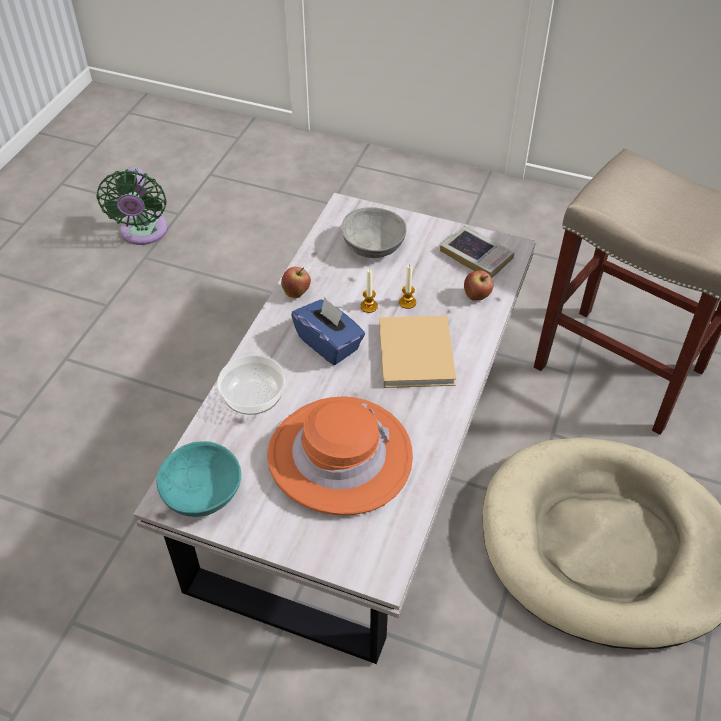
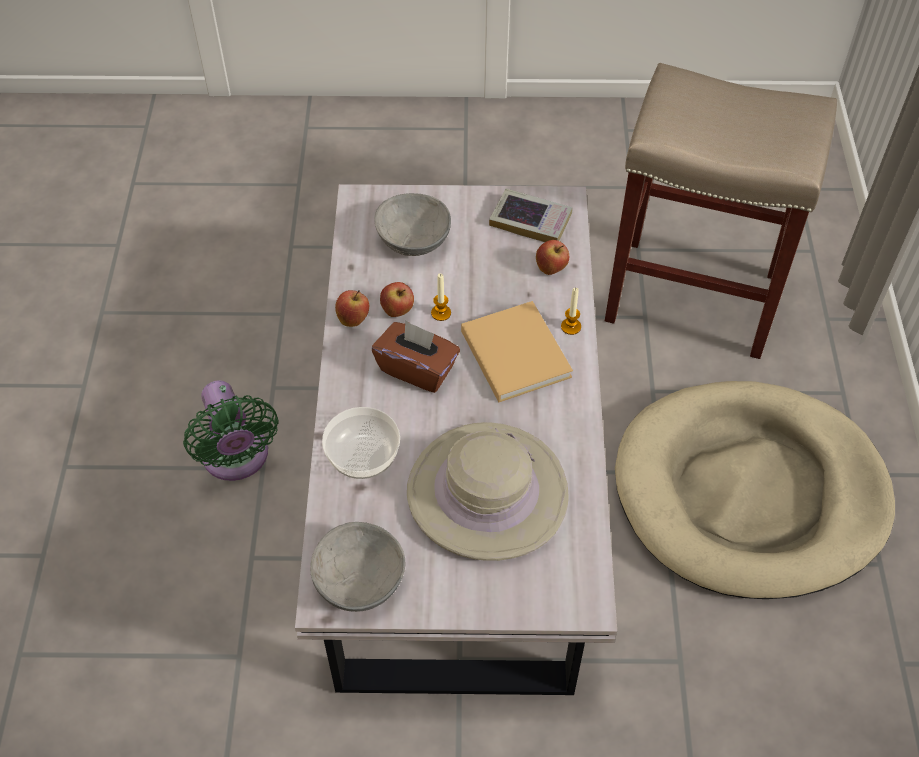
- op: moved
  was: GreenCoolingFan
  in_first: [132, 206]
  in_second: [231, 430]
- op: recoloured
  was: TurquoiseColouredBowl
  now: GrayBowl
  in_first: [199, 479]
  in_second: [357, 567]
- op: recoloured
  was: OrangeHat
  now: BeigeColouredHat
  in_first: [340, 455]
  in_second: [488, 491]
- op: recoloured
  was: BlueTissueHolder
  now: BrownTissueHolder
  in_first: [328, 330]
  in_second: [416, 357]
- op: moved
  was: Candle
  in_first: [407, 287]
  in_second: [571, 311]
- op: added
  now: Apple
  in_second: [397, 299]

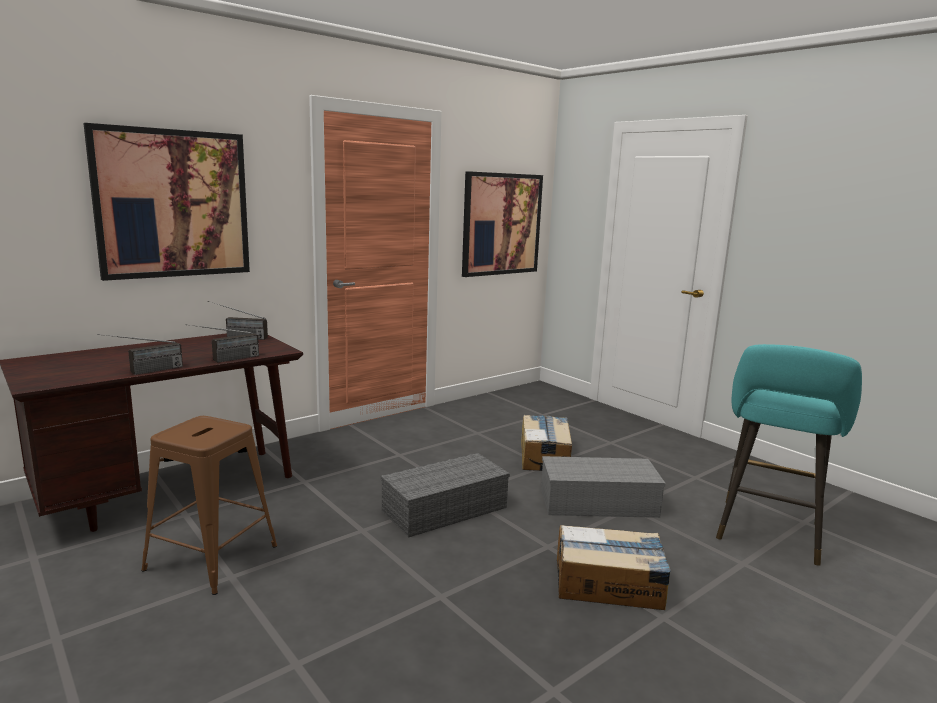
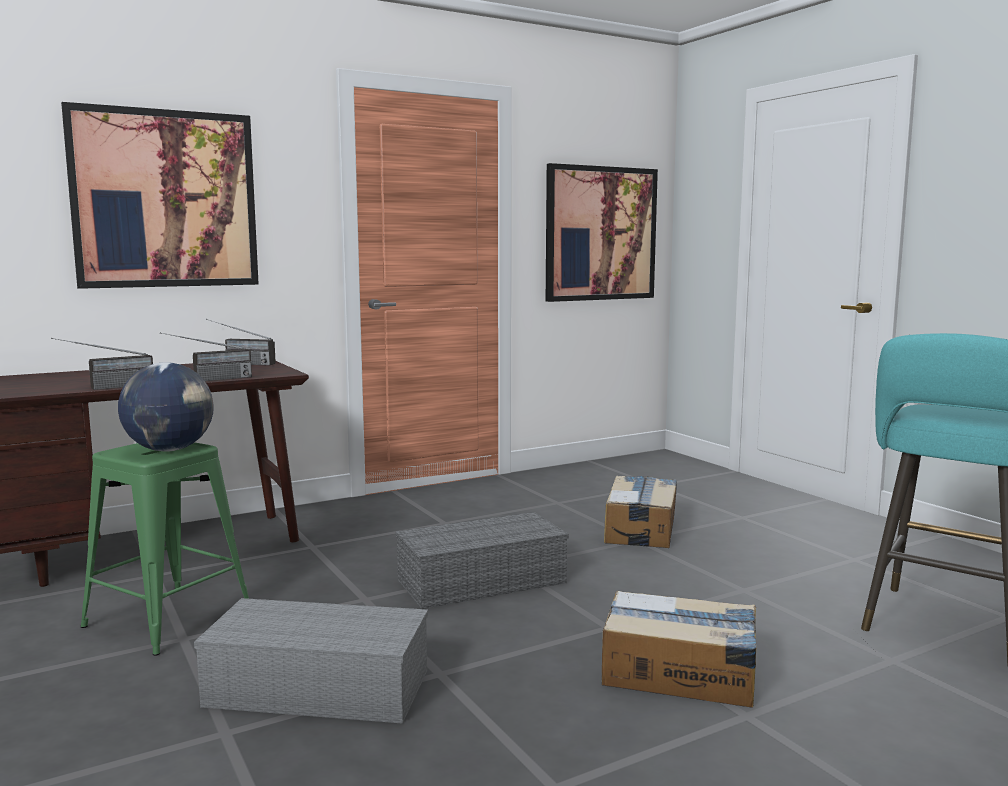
- op: recoloured
  was: BrownSittingStool
  now: GreenSittingStool
  in_first: [209, 505]
  in_second: [164, 549]
- op: moved
  was: GrayStorageContainer
  in_first: [603, 487]
  in_second: [311, 661]
- op: added
  now: Globe
  in_second: [166, 407]

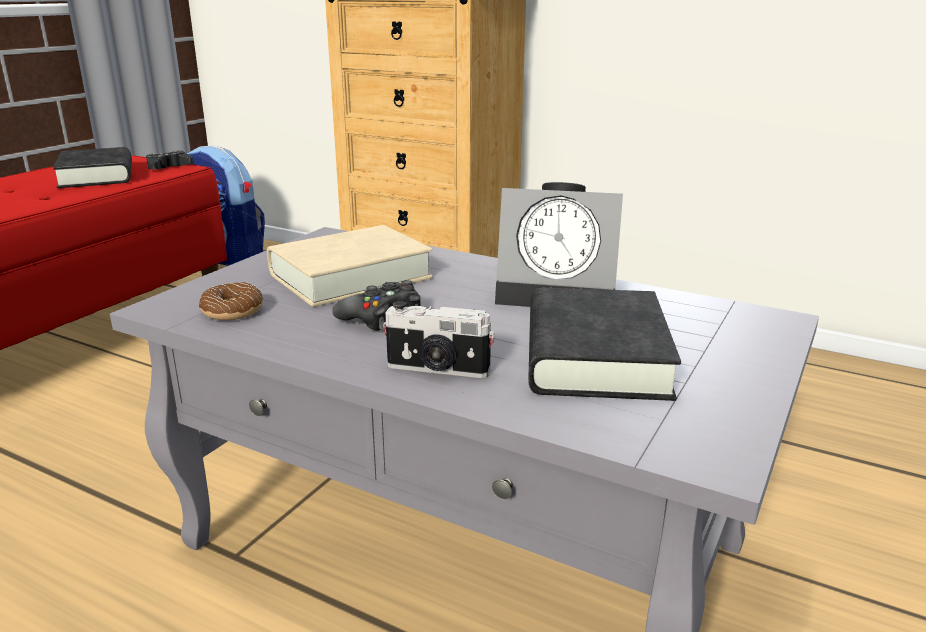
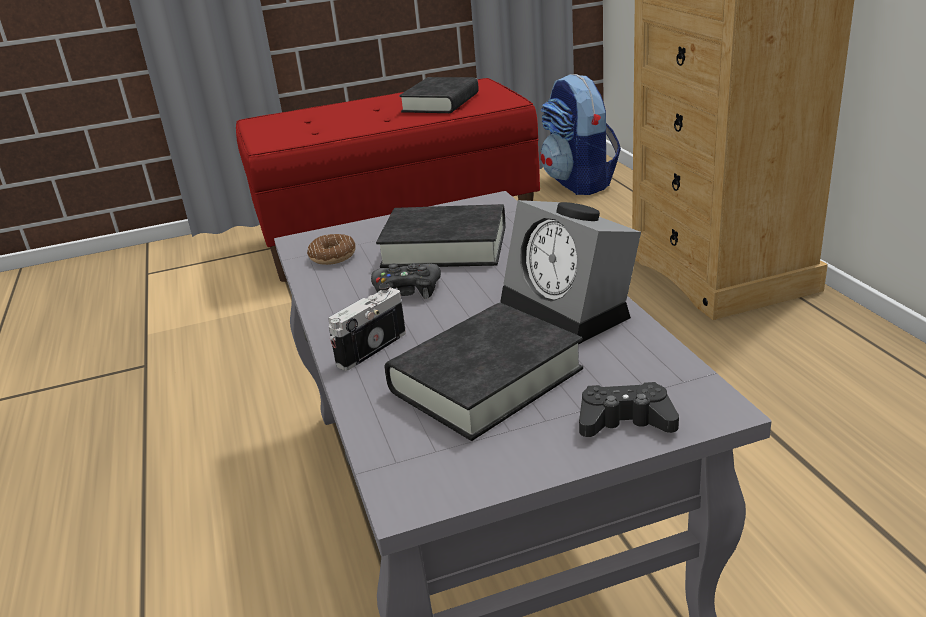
- op: moved
  was: BlackishJoypad
  in_first: [170, 160]
  in_second: [629, 409]
- op: recoloured
  was: BeigeColouredBook
  now: BlackishBook
  in_first: [350, 266]
  in_second: [440, 236]
- op: turned
  was: StillCamera
  in_first: [439, 339]
  in_second: [367, 327]
  clockwise: 75

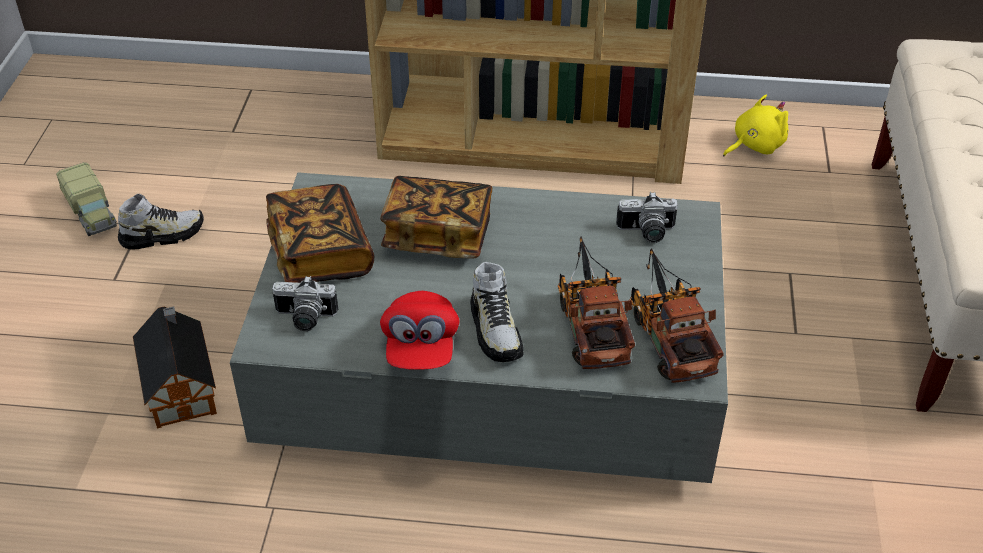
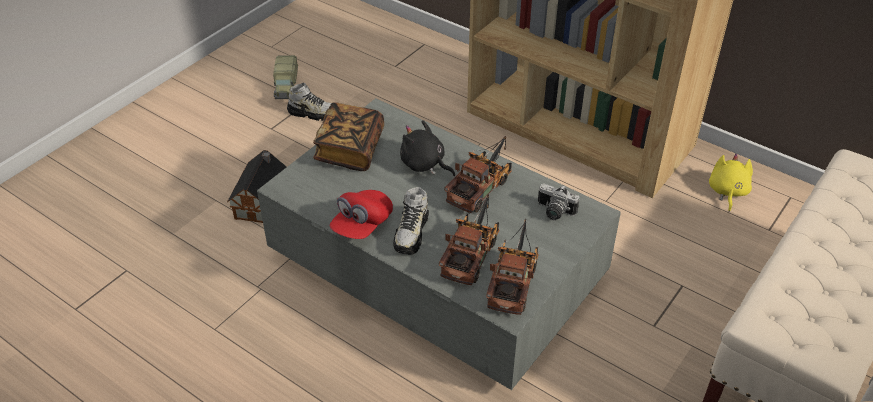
- op: removed
  was: StillCamera
  in_first: [305, 303]
- op: replaced
  was: Book
  now: BlackishSoftToy
  in_first: [436, 217]
  in_second: [427, 148]
- op: turned
  was: YellowSoftToy
  in_first: [755, 125]
  in_second: [731, 182]
  clockwise: -75
- op: added
  now: ToyLorry
  in_second: [478, 174]

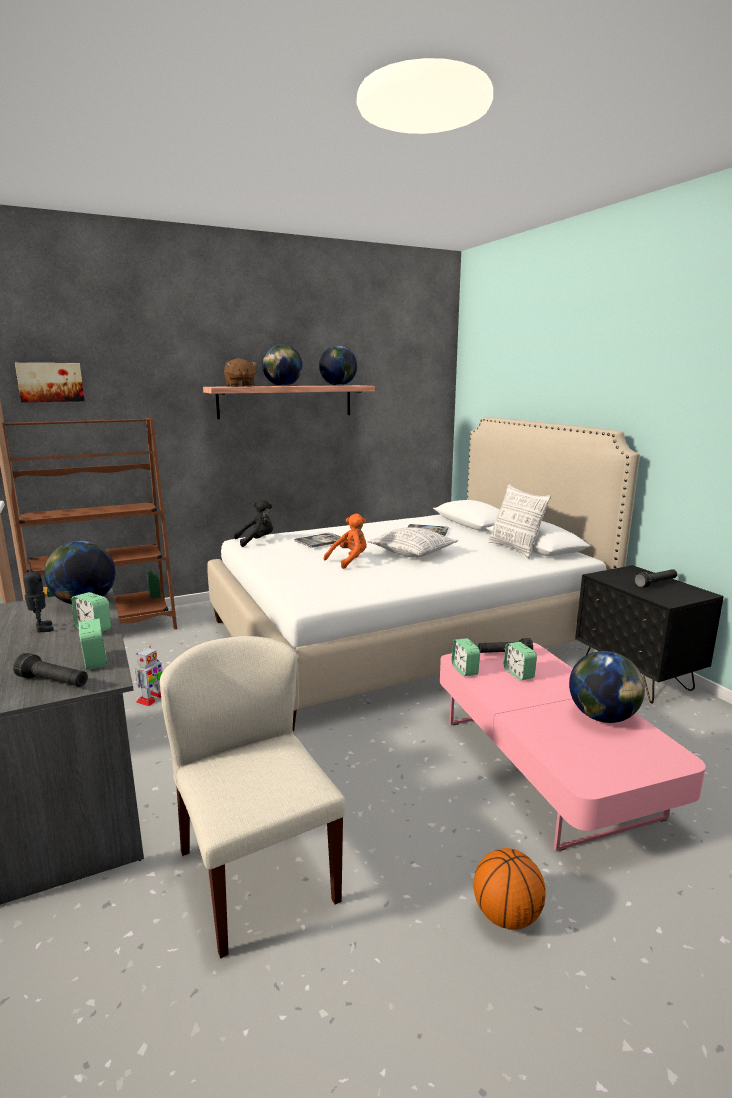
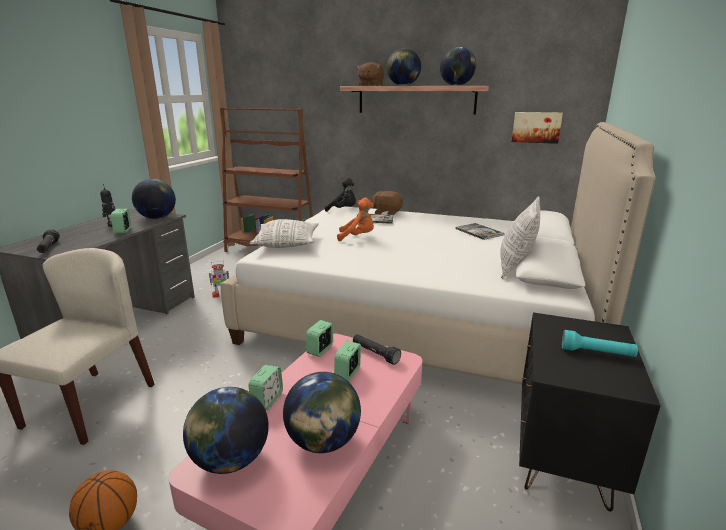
- op: moved
  was: WallPicture
  in_first: [50, 382]
  in_second: [537, 128]
- op: moved
  was: AlarmClock
  in_first: [93, 644]
  in_second: [265, 387]
- op: moved
  was: ThrowPillow
  in_first: [412, 542]
  in_second: [284, 233]
- op: recoloured
  was: BlackishFlashlight
  now: TurquoiseColouredFlashlight
  in_first: [655, 578]
  in_second: [600, 343]
- op: added
  now: Globe
  in_second: [226, 430]
- op: added
  now: BrownSoftToy
  in_second: [387, 203]

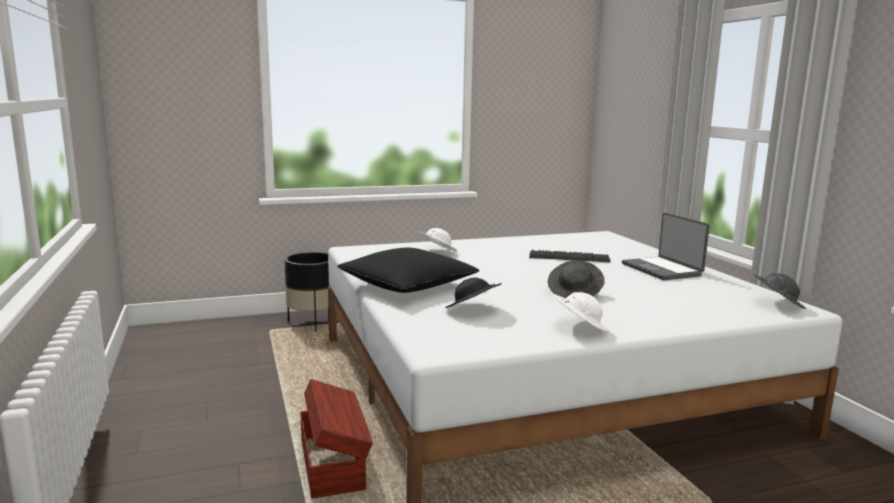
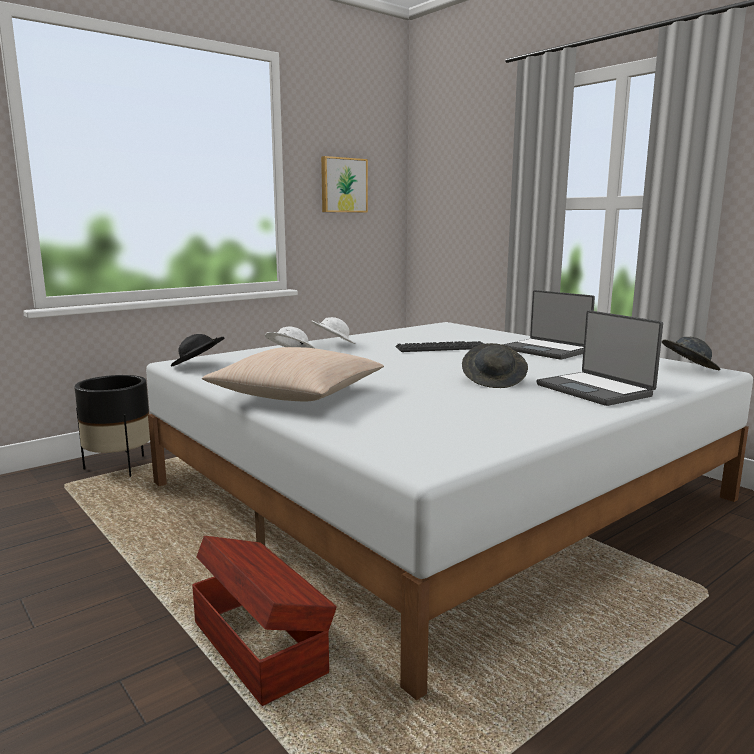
- op: recoloured
  was: BlackishThrowPillow
  now: BeigeColouredThrowPillow
  in_first: [408, 270]
  in_second: [293, 374]
- op: moved
  was: BlackishHat
  in_first: [473, 292]
  in_second: [197, 350]
- op: moved
  was: WhiteColouredHat
  in_first: [582, 312]
  in_second: [333, 330]
- op: added
  now: WallPicture
  in_second: [344, 184]
- op: added
  now: NotebookComputer
  in_second: [600, 358]

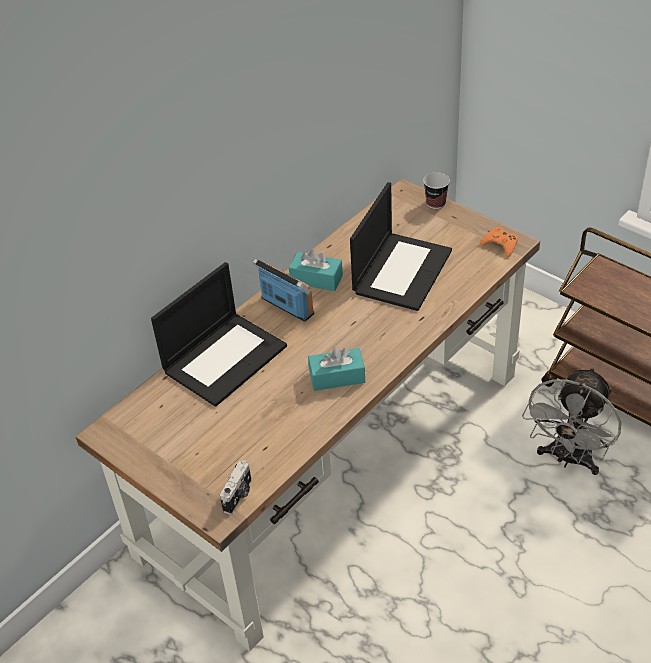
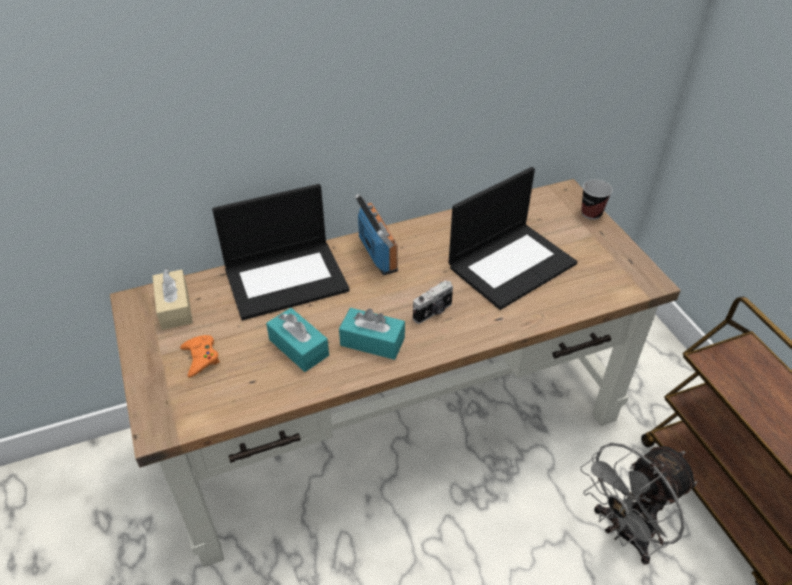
- op: moved
  was: StillCamera
  in_first: [236, 487]
  in_second: [433, 302]
- op: moved
  was: TurquoiseColouredTissueHolder
  in_first: [316, 270]
  in_second: [297, 340]
- op: moved
  was: OrangeJoypad
  in_first: [499, 242]
  in_second: [200, 356]
- op: added
  now: BeigeColouredTissueHolder
  in_second: [172, 299]

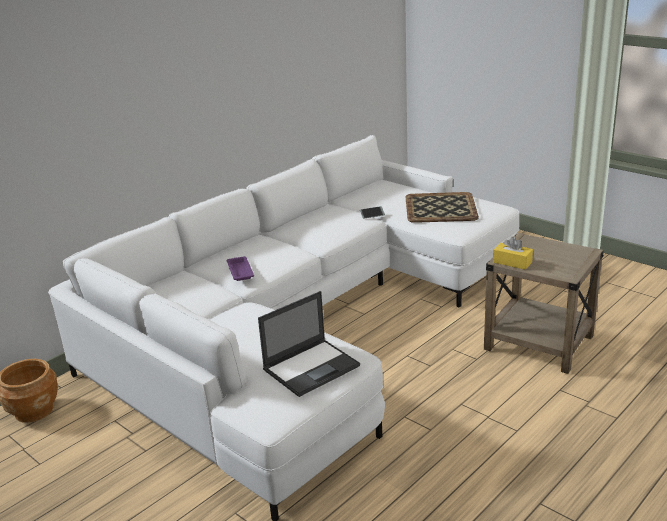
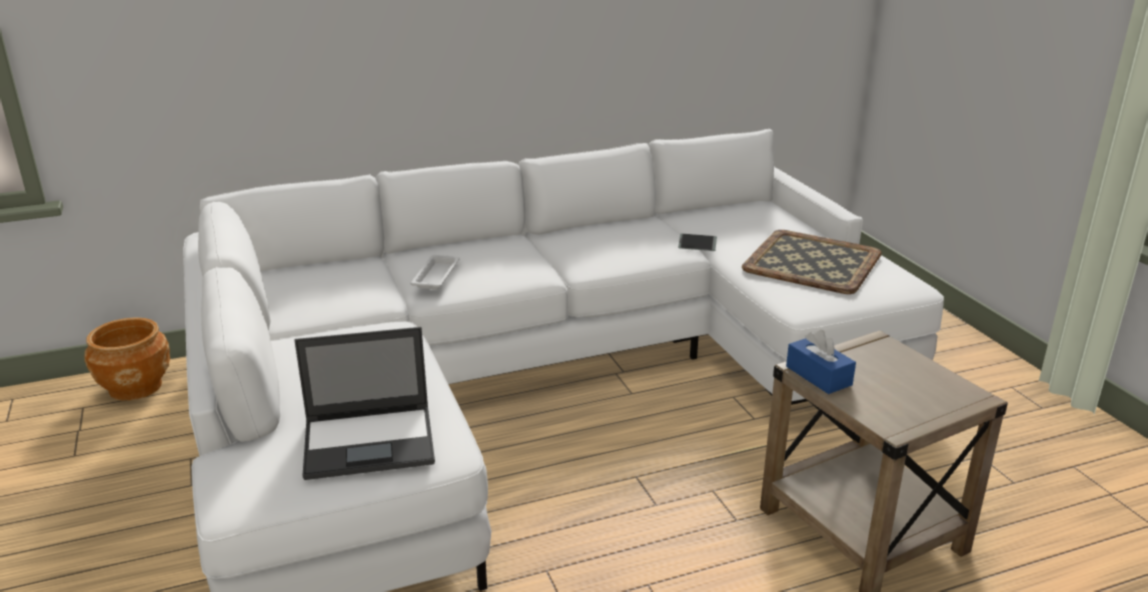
- op: recoloured
  was: PurpleTray
  now: WhiteColouredTray
  in_first: [240, 268]
  in_second: [435, 272]
- op: recoloured
  was: YellowTissueHolder
  now: BlueTissueHolder
  in_first: [513, 253]
  in_second: [821, 362]

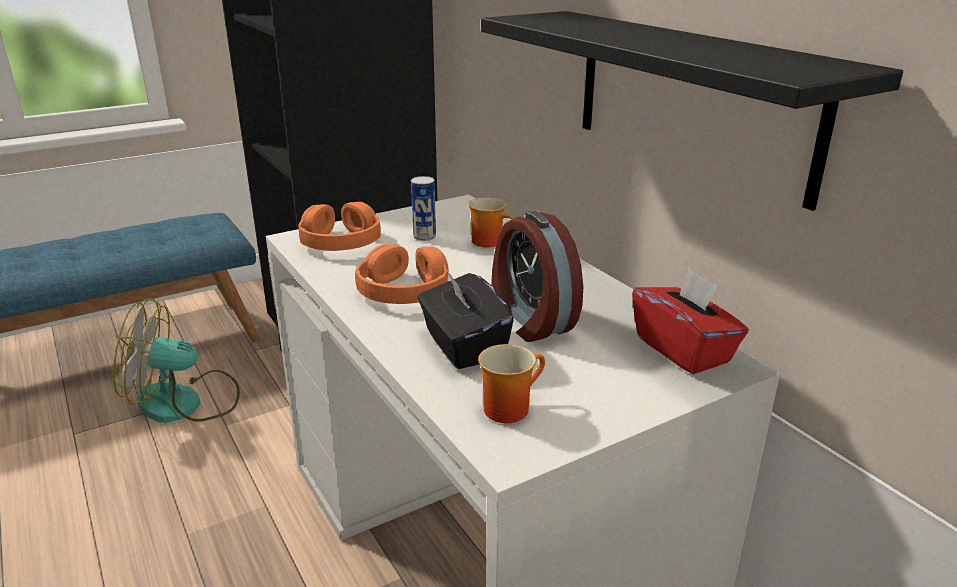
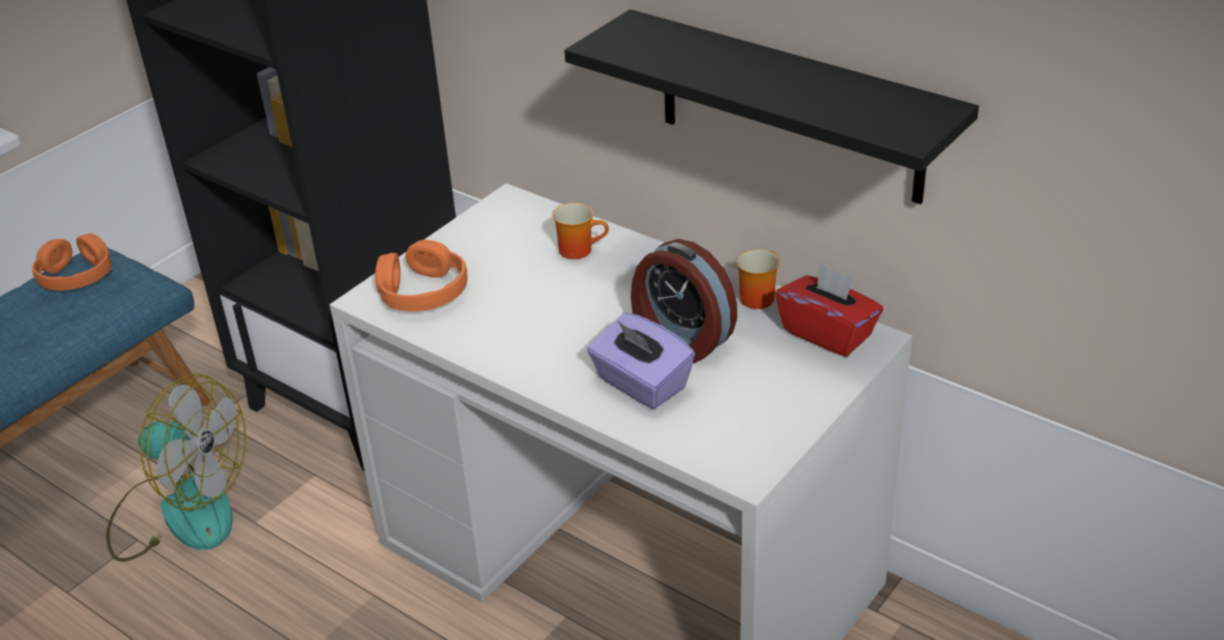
- op: turned
  was: CoolingFan
  in_first: [176, 360]
  in_second: [176, 468]
  clockwise: -135
- op: moved
  was: OrangeHeadset
  in_first: [402, 274]
  in_second: [72, 262]
- op: removed
  was: SealedCan
  in_first: [423, 208]
- op: recoloured
  was: BlackishTissueHolder
  now: PurpleTissueHolder
  in_first: [466, 319]
  in_second: [641, 361]
- op: moved
  was: TeaMug
  in_first: [511, 383]
  in_second: [758, 279]

